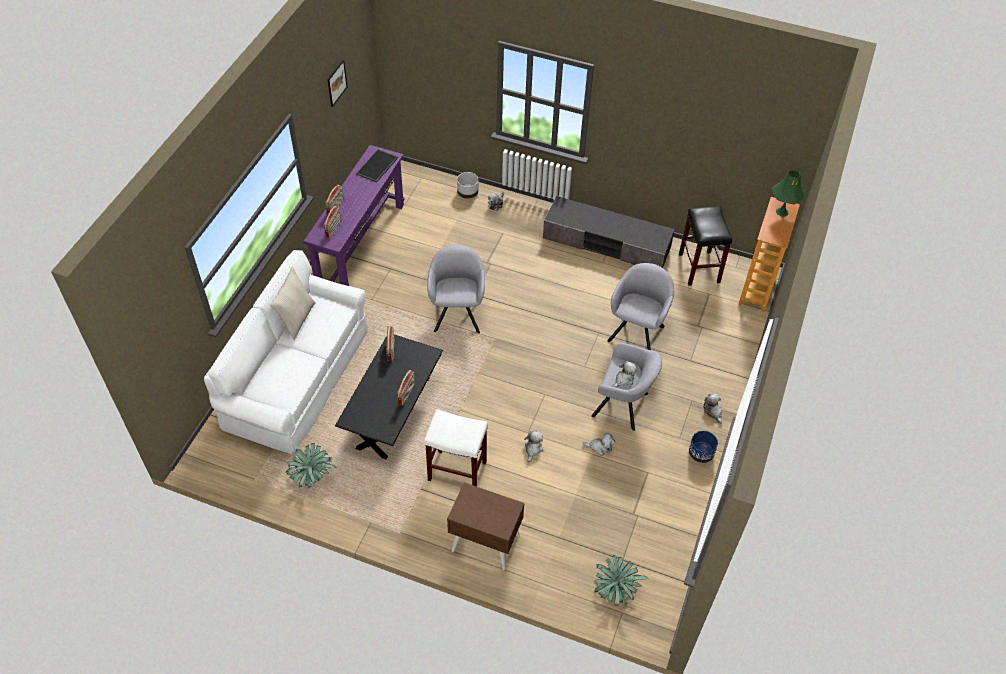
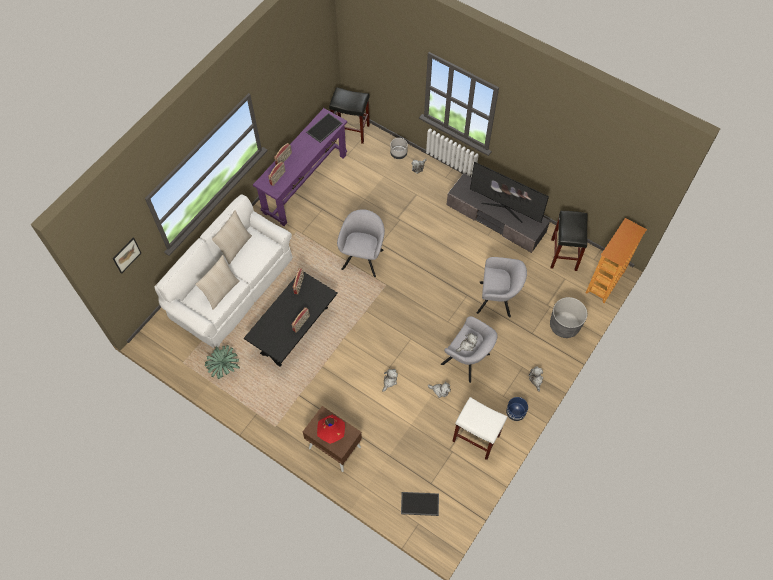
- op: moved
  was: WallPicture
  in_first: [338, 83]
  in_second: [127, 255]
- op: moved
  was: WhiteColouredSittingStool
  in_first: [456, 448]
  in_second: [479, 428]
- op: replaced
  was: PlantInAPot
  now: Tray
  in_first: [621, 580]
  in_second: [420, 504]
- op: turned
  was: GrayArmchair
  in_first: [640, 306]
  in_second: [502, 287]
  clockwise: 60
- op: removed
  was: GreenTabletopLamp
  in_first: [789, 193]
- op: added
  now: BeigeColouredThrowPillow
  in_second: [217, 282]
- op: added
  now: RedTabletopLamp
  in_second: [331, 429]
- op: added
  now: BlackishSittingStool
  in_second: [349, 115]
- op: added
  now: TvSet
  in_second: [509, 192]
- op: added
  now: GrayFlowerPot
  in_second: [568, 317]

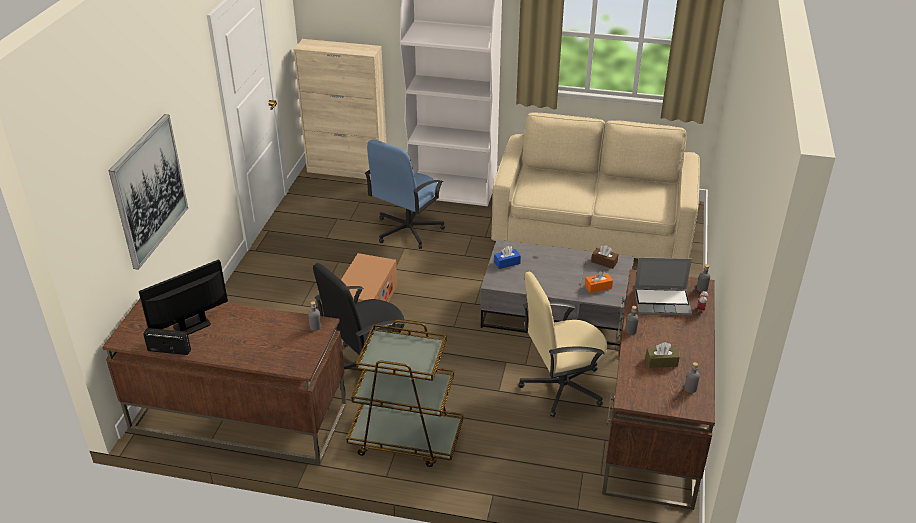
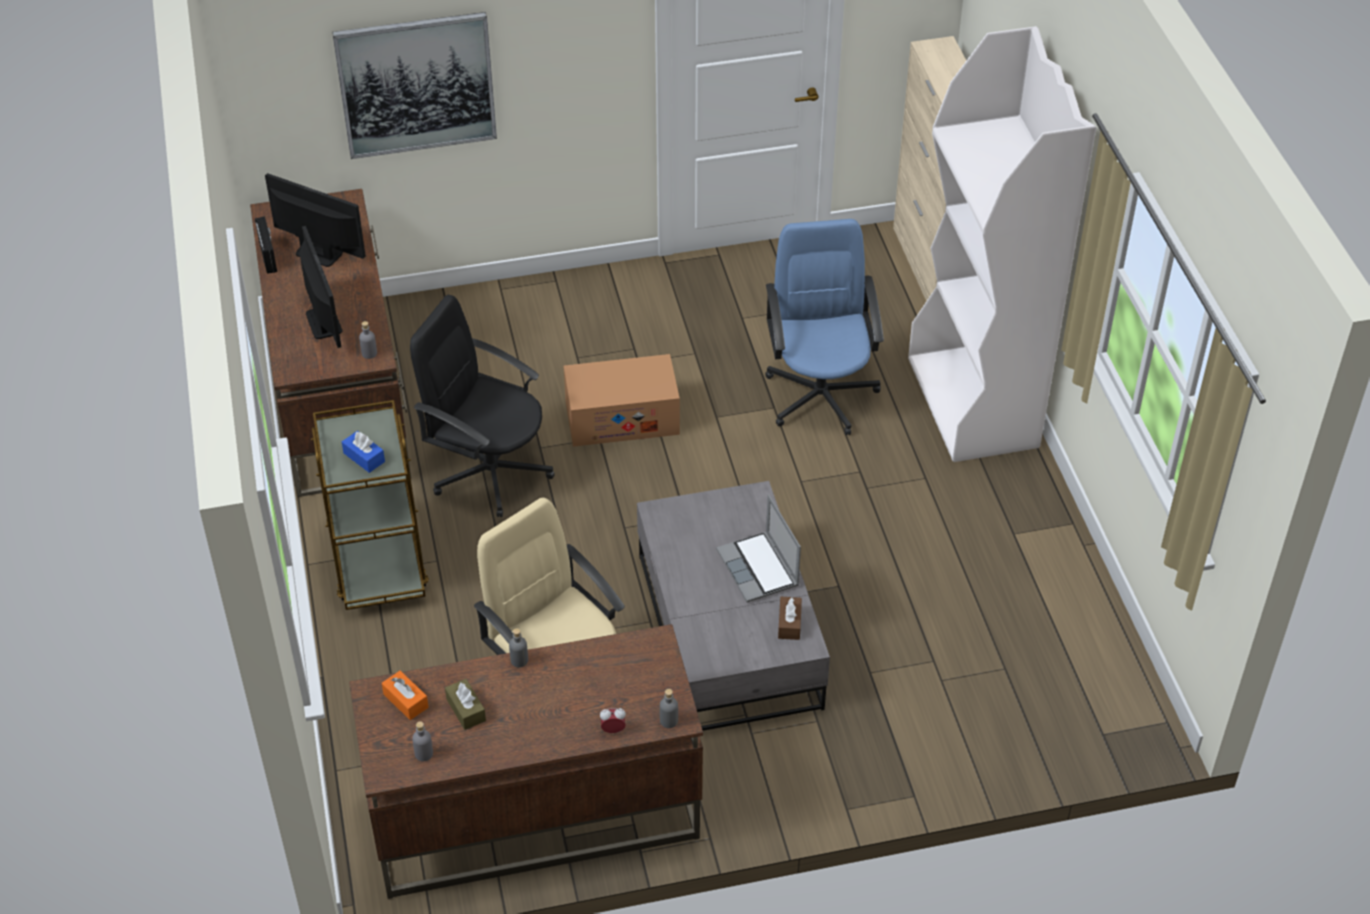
- op: turned
  was: BlueOfficeChair
  in_first: [405, 194]
  in_second: [824, 327]
  clockwise: 75
- op: removed
  was: BeigeColouredSofa
  in_first: [595, 186]
- op: moved
  was: BlueTissueHolder
  in_first: [507, 257]
  in_second: [363, 452]
- op: moved
  was: OrangeTissueHolder
  in_first: [599, 282]
  in_second: [405, 695]
- op: moved
  was: NotebookComputer
  in_first: [663, 286]
  in_second: [758, 548]
- op: added
  now: ComputerDisplay
  in_second: [321, 287]

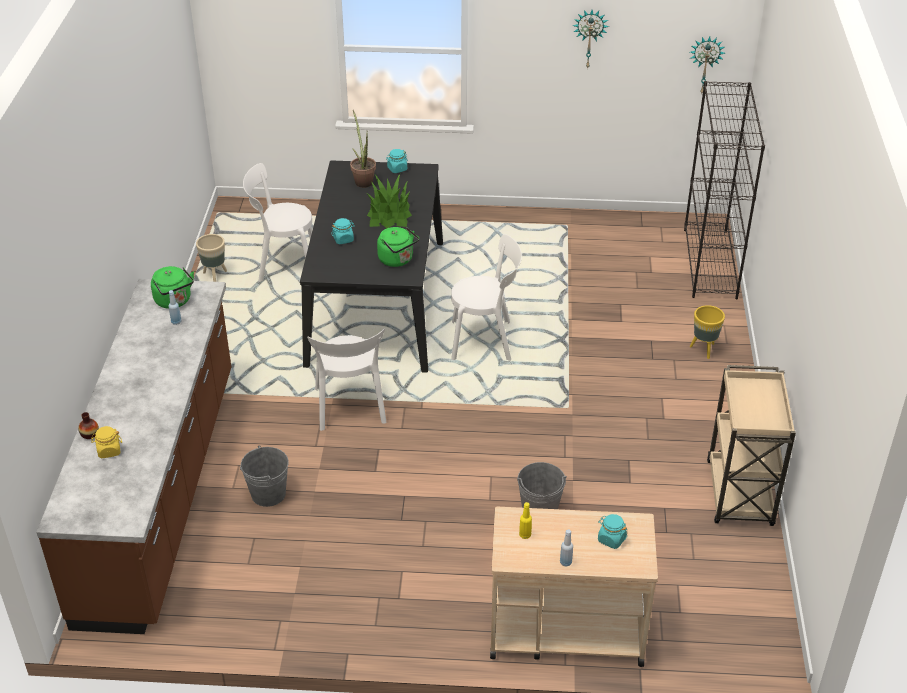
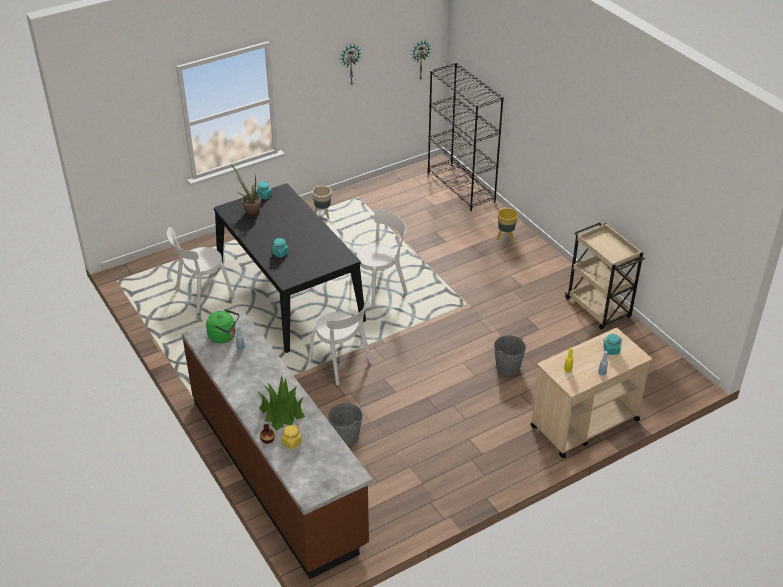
- op: moved
  was: BeigeColouredFlowerPot
  in_first: [211, 258]
  in_second: [322, 202]
- op: moved
  was: PlantInAPot
  in_first: [389, 201]
  in_second: [281, 403]
- op: removed
  was: GreenWaterKettle
  in_first: [398, 247]

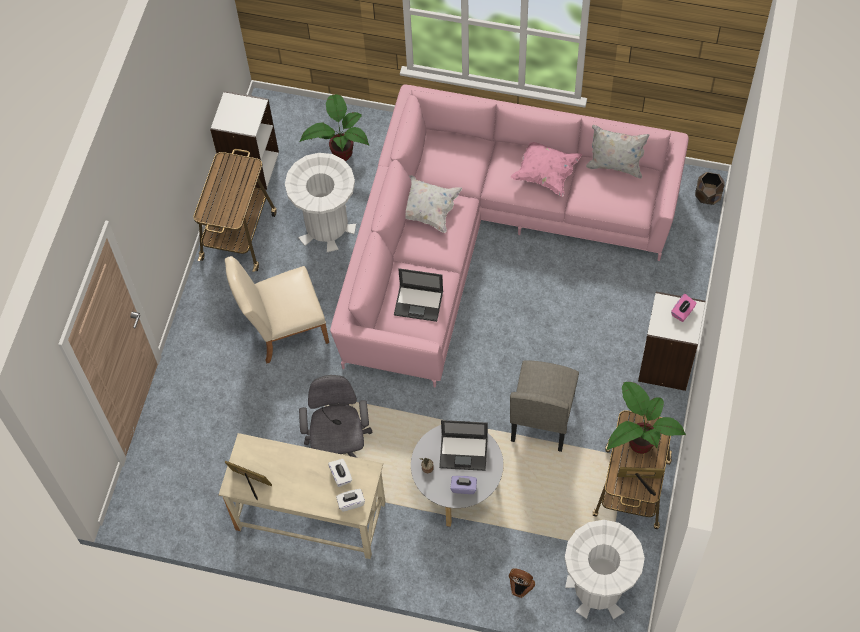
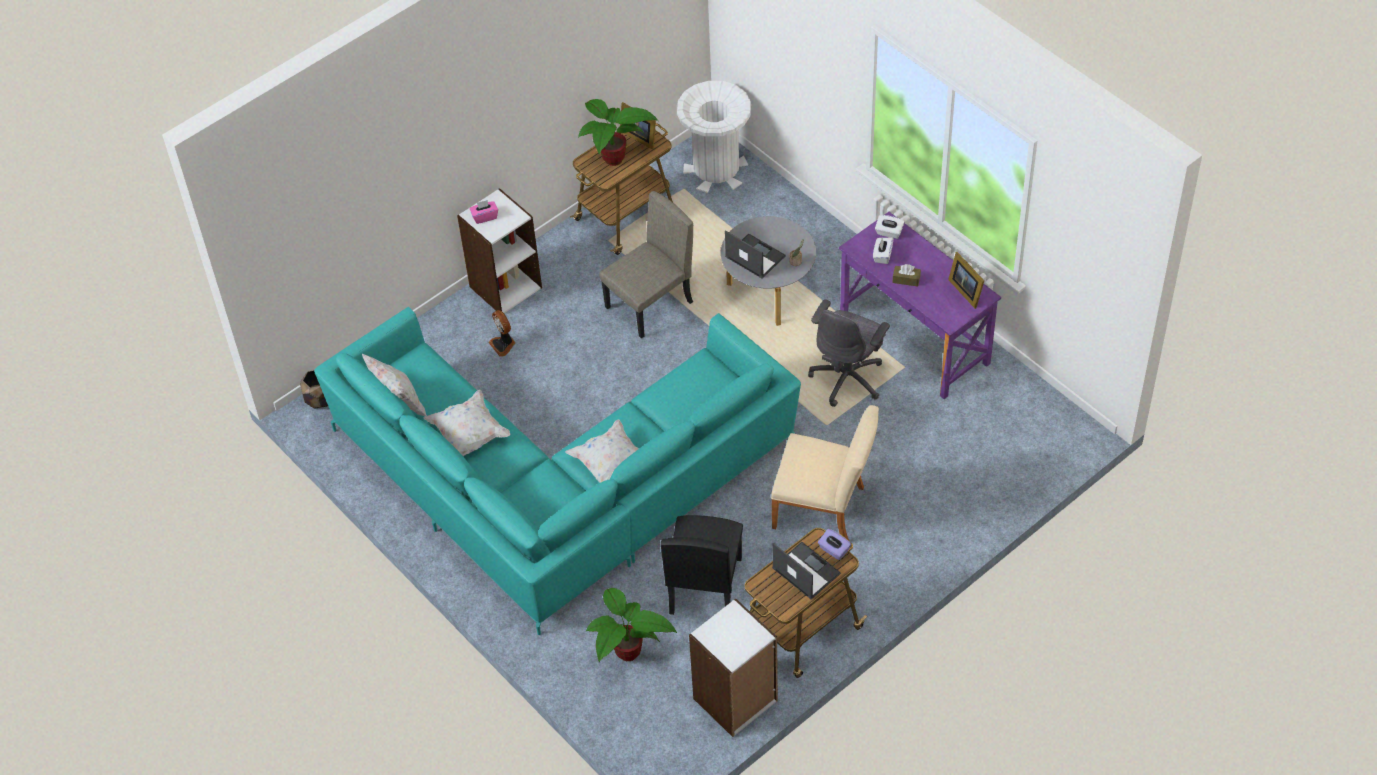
- op: recoloured
  was: BeigeColouredDesk
  now: PurpleDesk
  in_first: [302, 496]
  in_second: [920, 305]
- op: replaced
  was: WhiteColouredWasteBin
  now: BlackishChair
  in_first: [320, 202]
  in_second: [702, 565]
- op: recoloured
  was: PinkColouredSofa
  now: TurquoiseColouredSofa
  in_first: [509, 235]
  in_second: [557, 471]
- op: moved
  was: NotebookComputer
  in_first: [418, 295]
  in_second: [806, 570]
- op: moved
  was: PurpleTissueHolder
  in_first: [463, 485]
  in_second: [834, 544]
- op: moved
  was: CoolingFan
  in_first: [522, 583]
  in_second: [501, 333]
- op: recoloured
  was: PinkColouredThrowPillow
  now: WhiteColouredThrowPillow
  in_first: [546, 169]
  in_second: [466, 423]
- op: added
  now: BrownTissueHolder
  in_second: [906, 275]

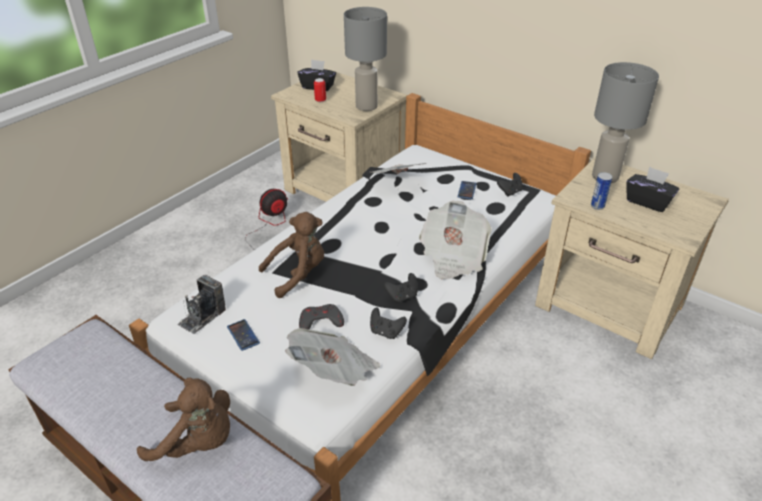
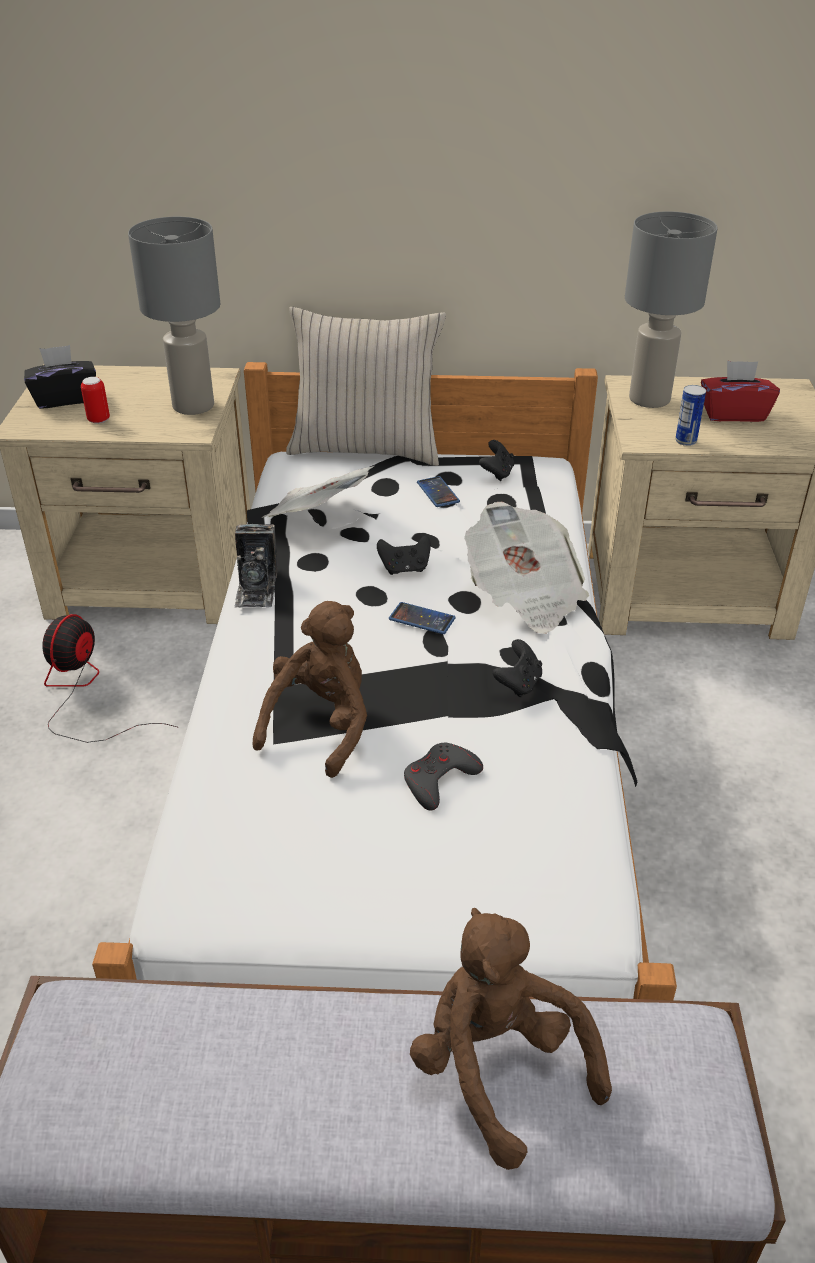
- op: turned
  was: BrownSoftToy
  in_first: [183, 419]
  in_second: [511, 1039]
  clockwise: -105
- op: moved
  was: StillCamera
  in_first: [201, 304]
  in_second: [256, 566]
- op: moved
  was: Handset
  in_first: [243, 335]
  in_second: [422, 618]
- op: removed
  was: DailyPaper
  in_first: [332, 357]
- op: moved
  was: BlackishJoypad
  in_first: [388, 323]
  in_second: [404, 555]
- op: recoloured
  was: BlackishTissueHolder
  now: RedTissueHolder
  in_first: [653, 189]
  in_second: [740, 391]
- op: added
  now: BeigeColouredThrowPillow
  in_second: [366, 386]

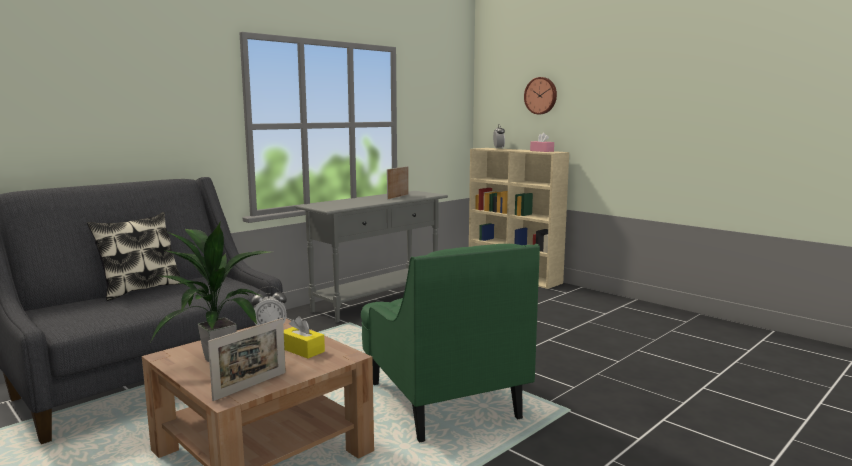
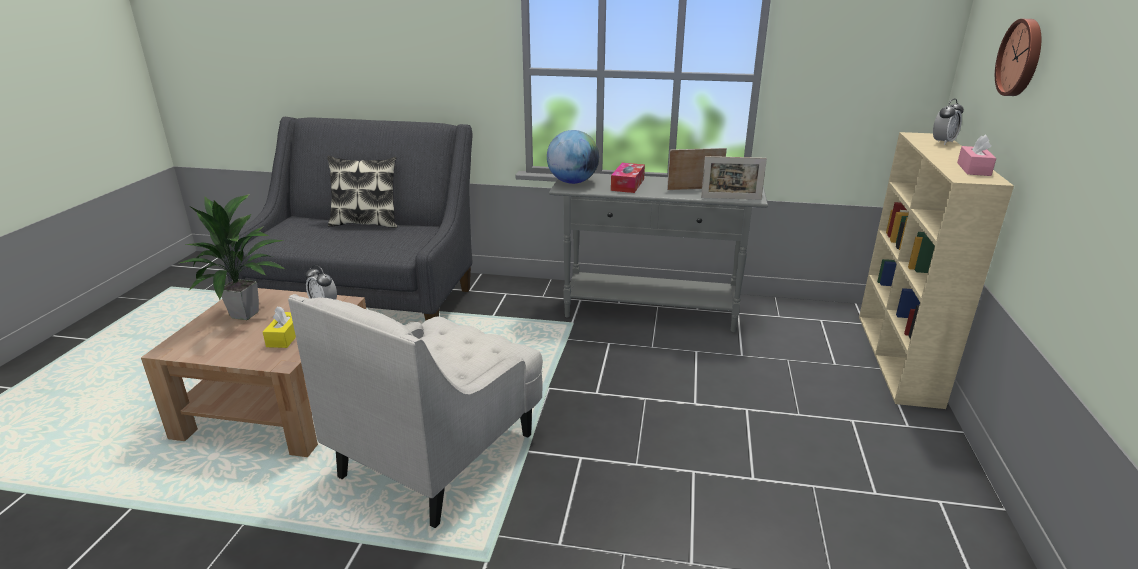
- op: moved
  was: PhotoFrame
  in_first: [247, 359]
  in_second: [734, 178]
- op: recoloured
  was: GreenArmchair
  now: WhiteColouredArmchair
  in_first: [450, 343]
  in_second: [415, 411]
- op: added
  now: Globe
  in_second: [573, 157]
- op: added
  now: TissueHolder
  in_second: [628, 178]

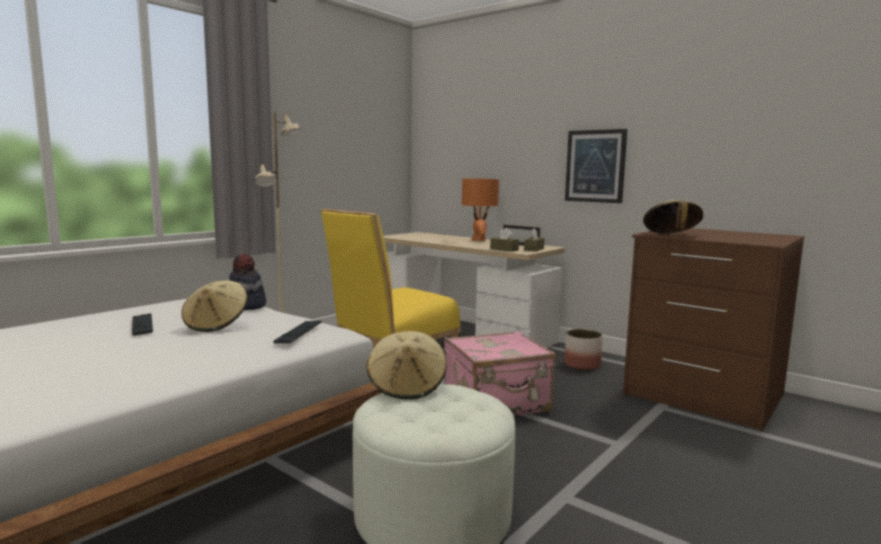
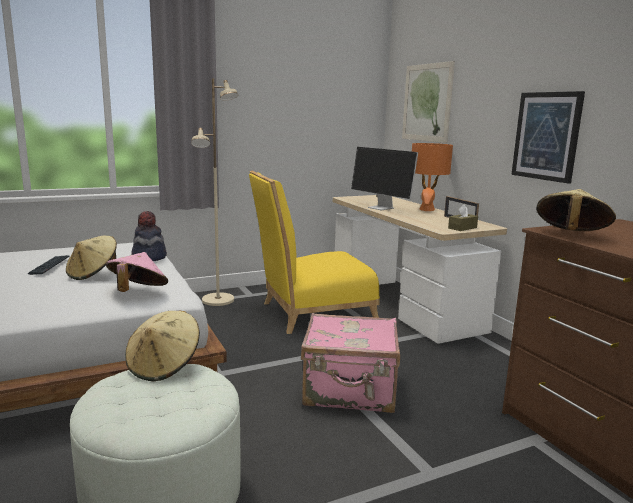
- op: replaced
  was: Keyboard
  now: PinkColouredHat
  in_first: [297, 331]
  in_second: [137, 272]
- op: removed
  was: BrownTissueHolder
  in_first: [504, 240]
- op: removed
  was: FlowerPot
  in_first: [583, 350]
- op: added
  now: ComputerDisplay
  in_second: [384, 178]
- op: added
  now: WallPicture
  in_second: [428, 102]

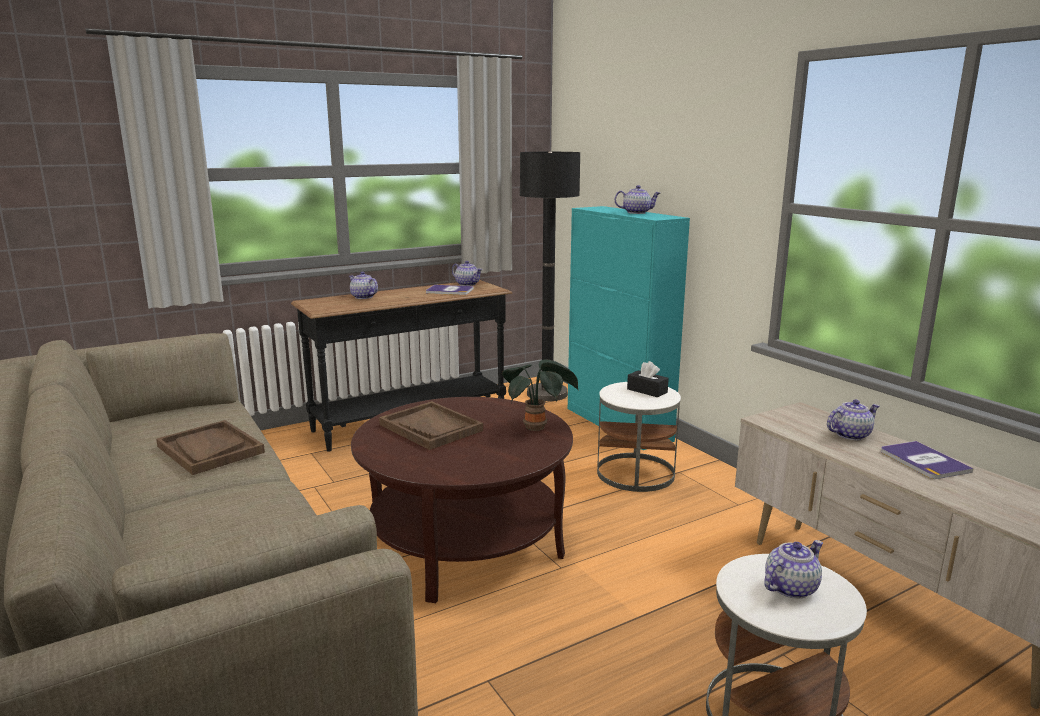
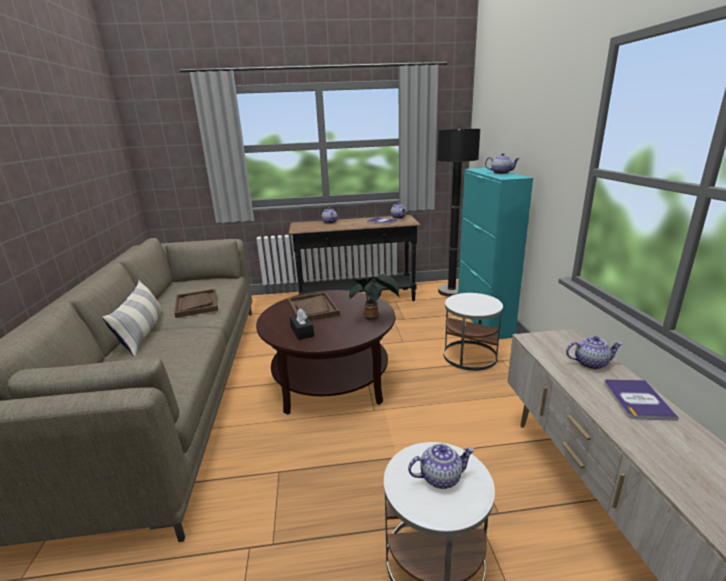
- op: moved
  was: BlackishTissueHolder
  in_first: [648, 379]
  in_second: [302, 324]
- op: added
  now: ThrowPillow
  in_second: [132, 318]

